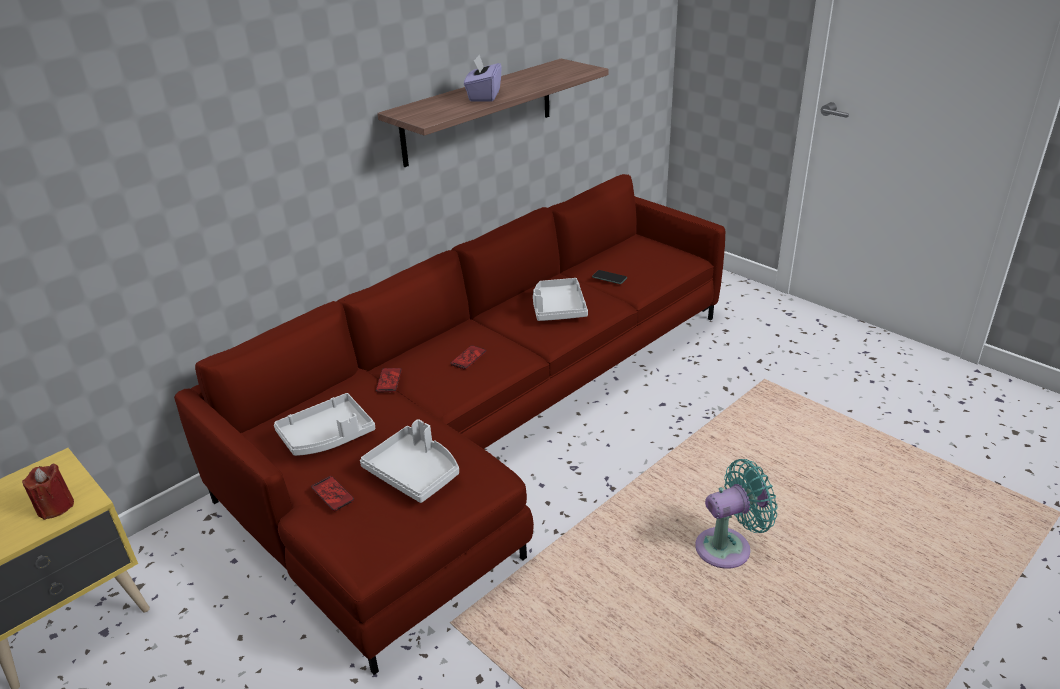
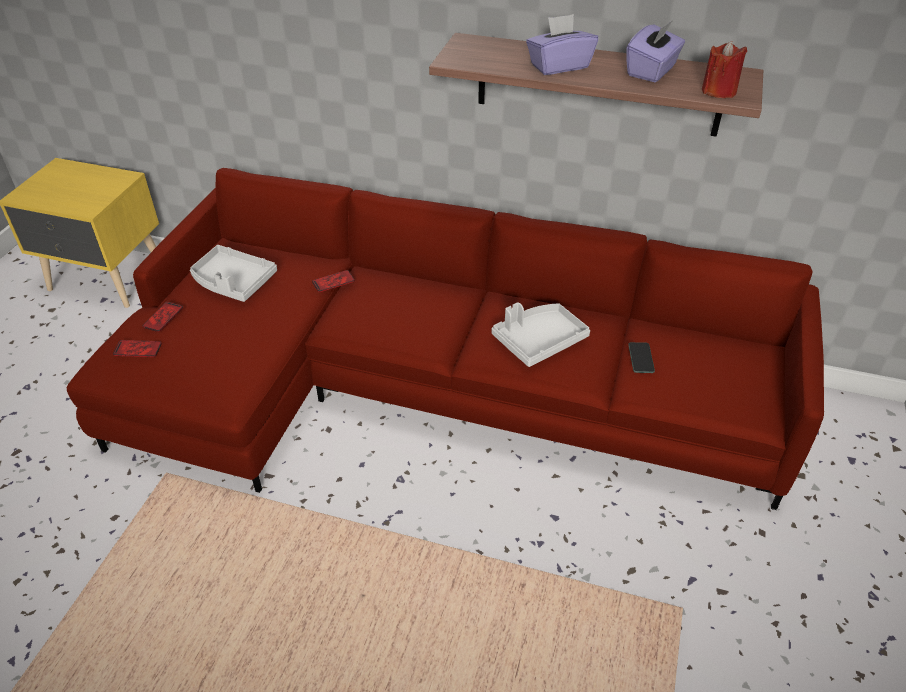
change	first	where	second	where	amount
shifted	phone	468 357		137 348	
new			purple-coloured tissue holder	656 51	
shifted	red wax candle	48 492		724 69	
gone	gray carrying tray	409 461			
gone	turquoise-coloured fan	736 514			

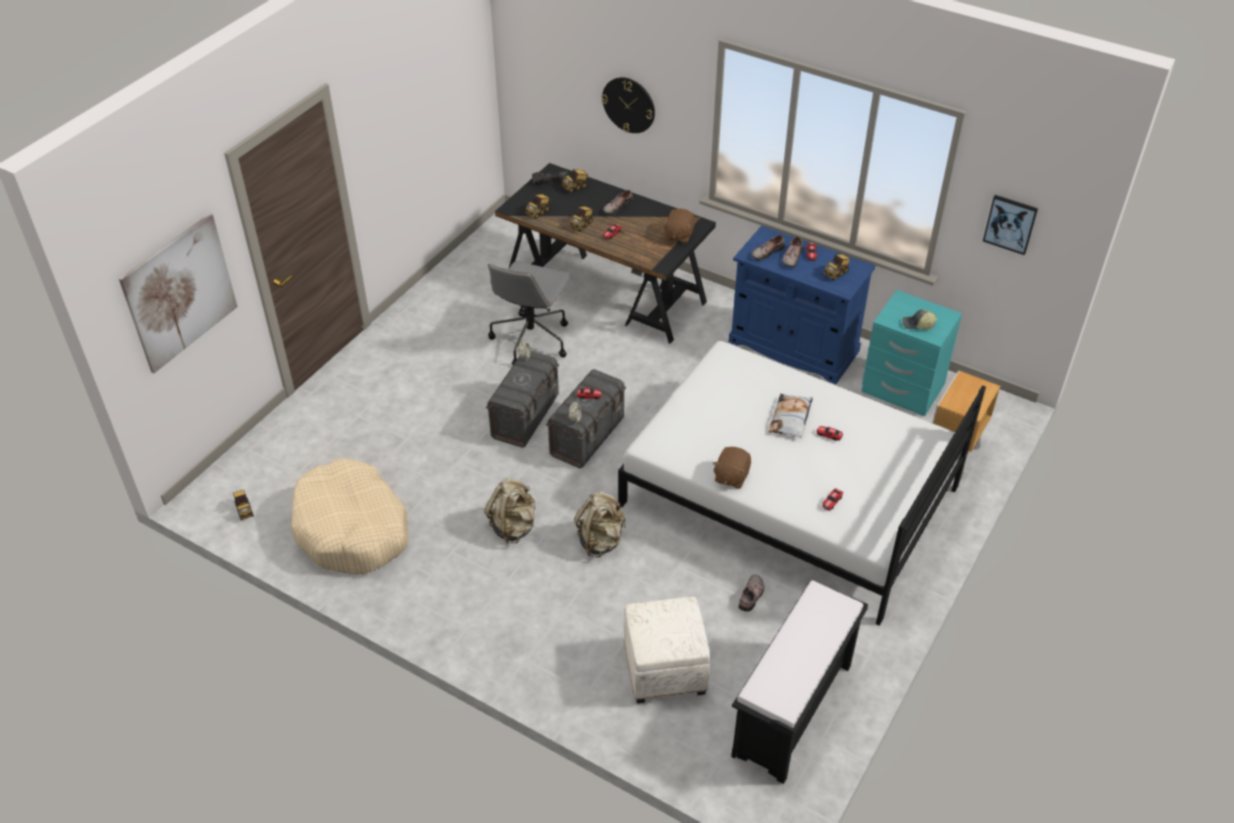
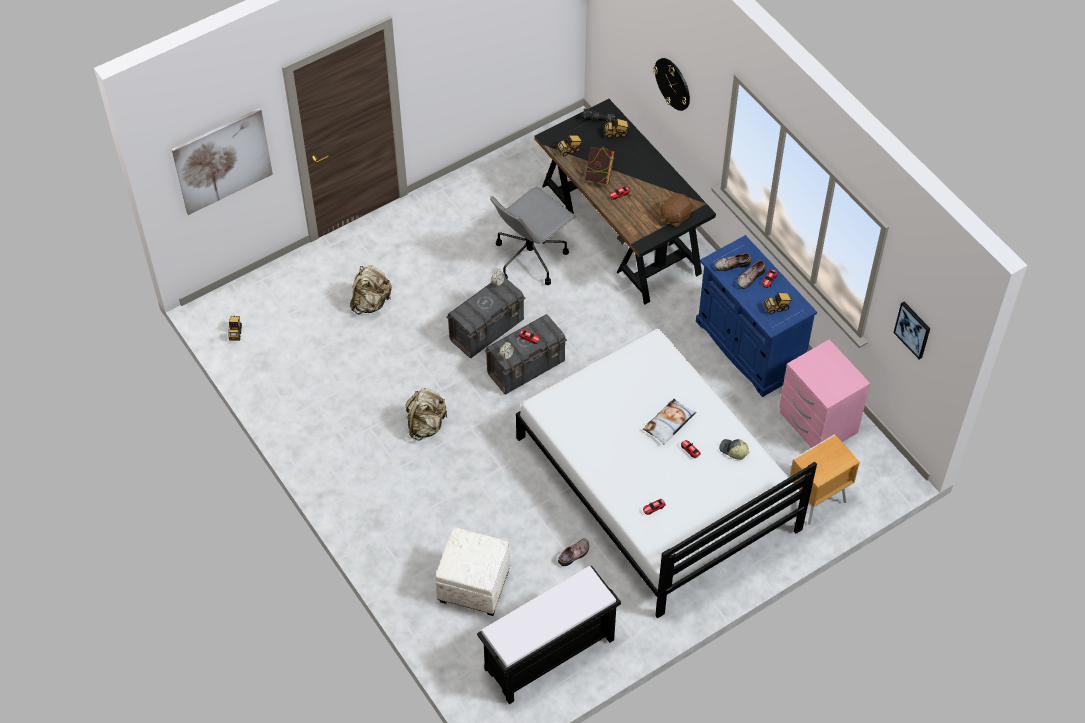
change	first	where	second	where	amount
shifted	beige-coloured backpack	600 524		371 289	
swapped	toy lorry	581 219	volume	600 165	
shifted	peaked cap	919 319		734 449	
repainted	turquoise-coloured nightstand	911 353	pink-coloured nightstand	824 393	
gone	beige-coloured dog cushion	350 516			
gone	item of footwear	618 202			
gone	brown cuddly toy	731 467			

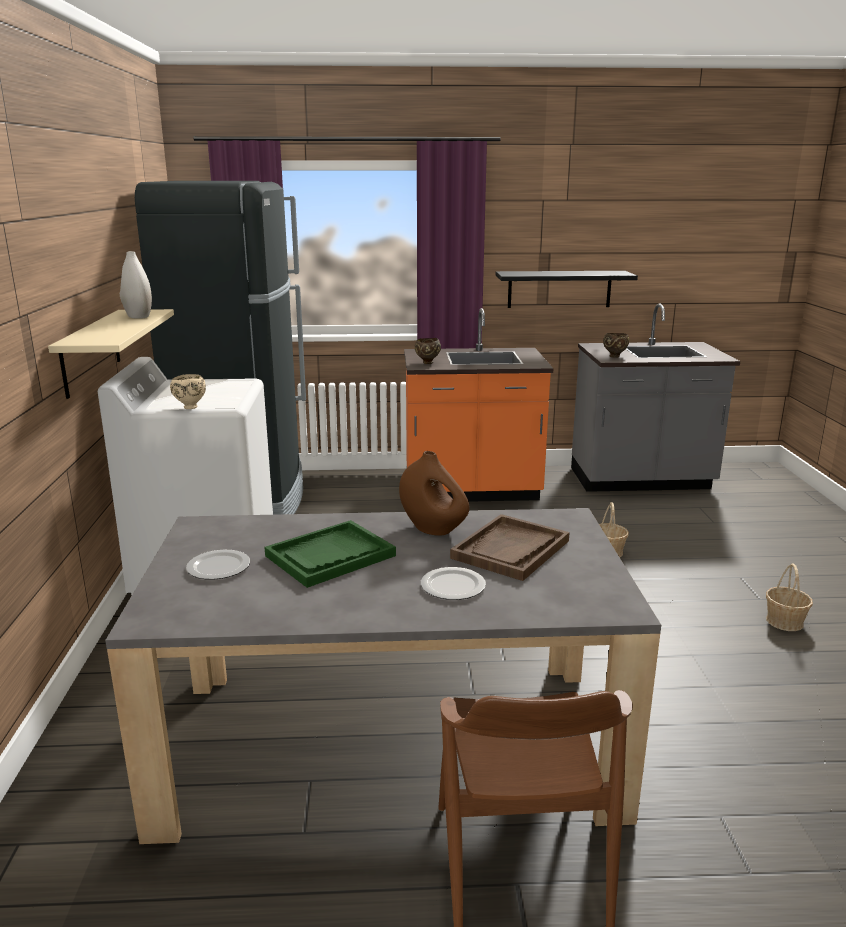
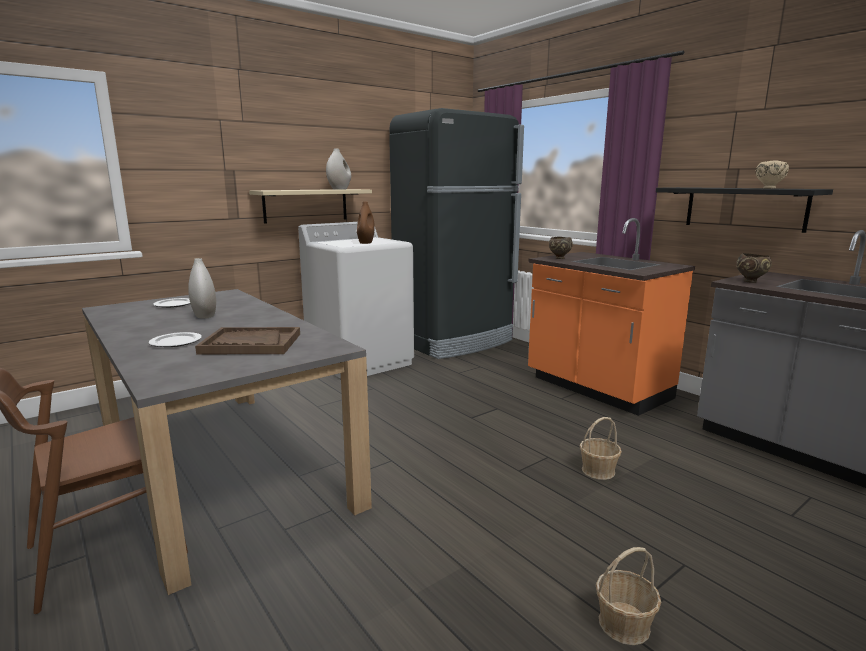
change	first	where	second	where	amount
swapped	green-coloured carrying tray	330 554	white-coloured decorative vase	202 288	
shifted	brown decorative vase	434 493		366 222	
shifted	beige-coloured bowl	188 391		772 174	

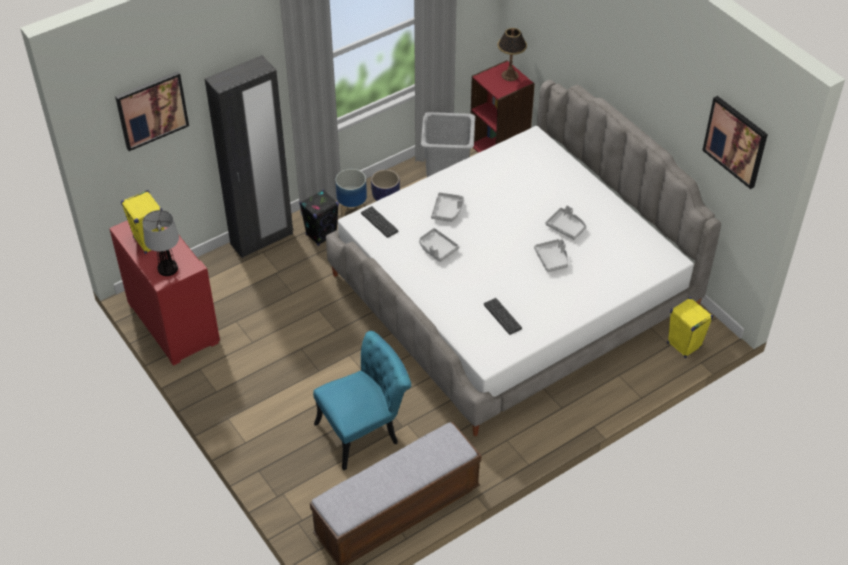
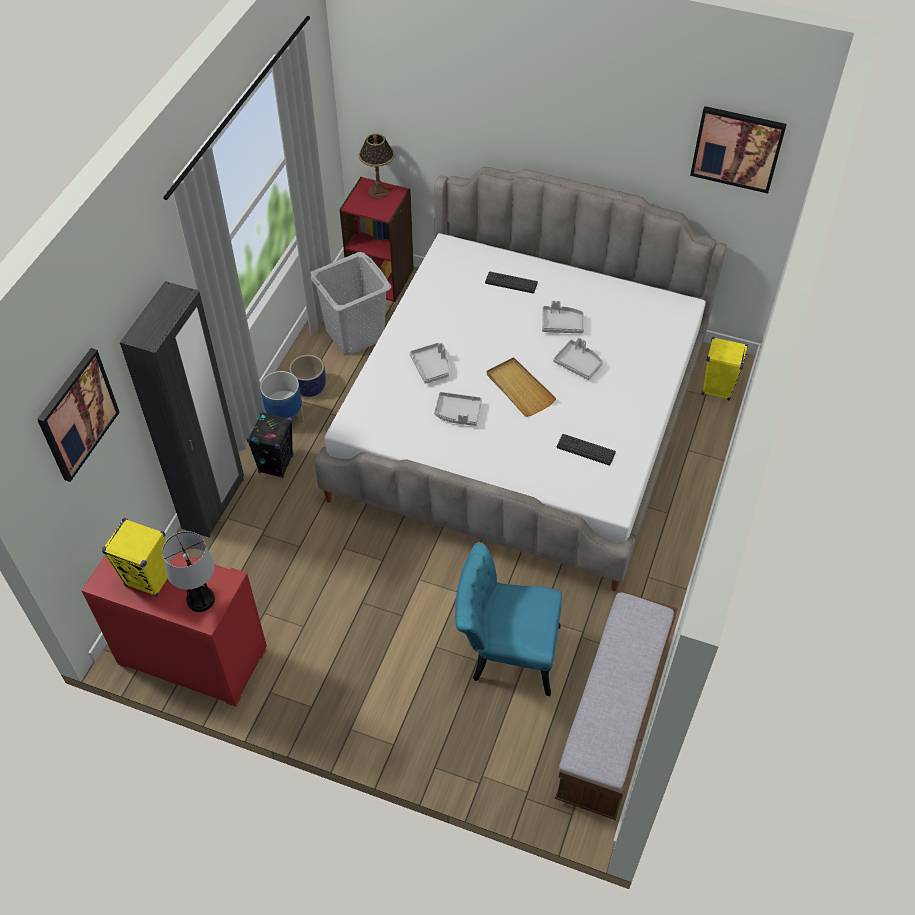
change	first	where	second	where	amount
rotated	turquoise-coloured plain chair	362 400		508 619	105 degrees counterclockwise
shifted	PC keyboard	380 222		511 282	
new			beige-coloured carrying tray	521 387	

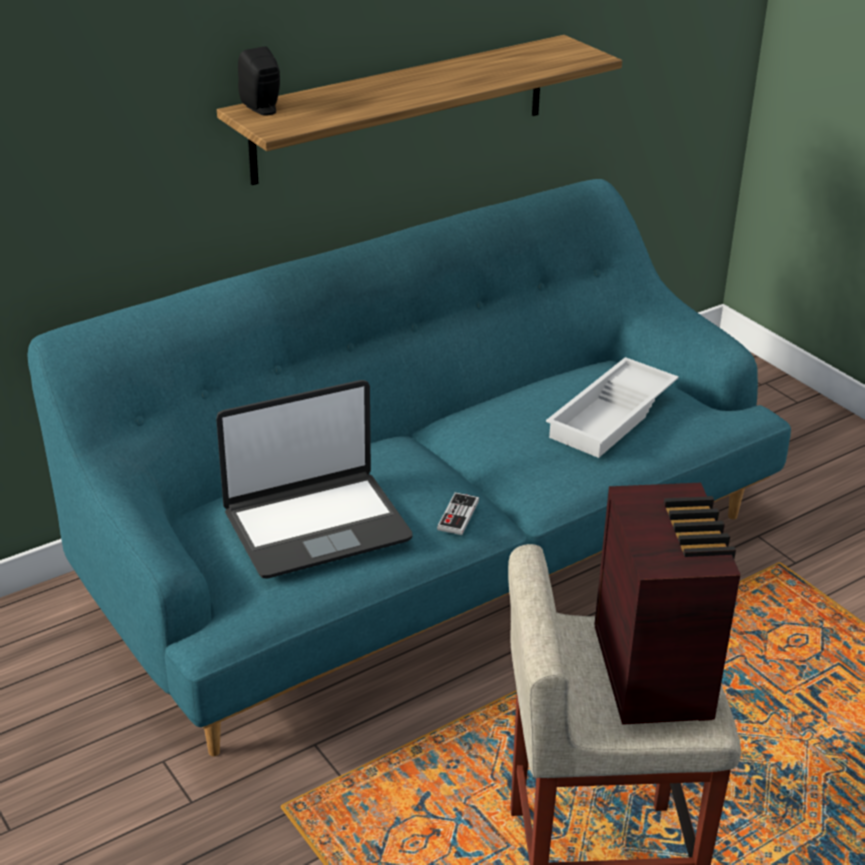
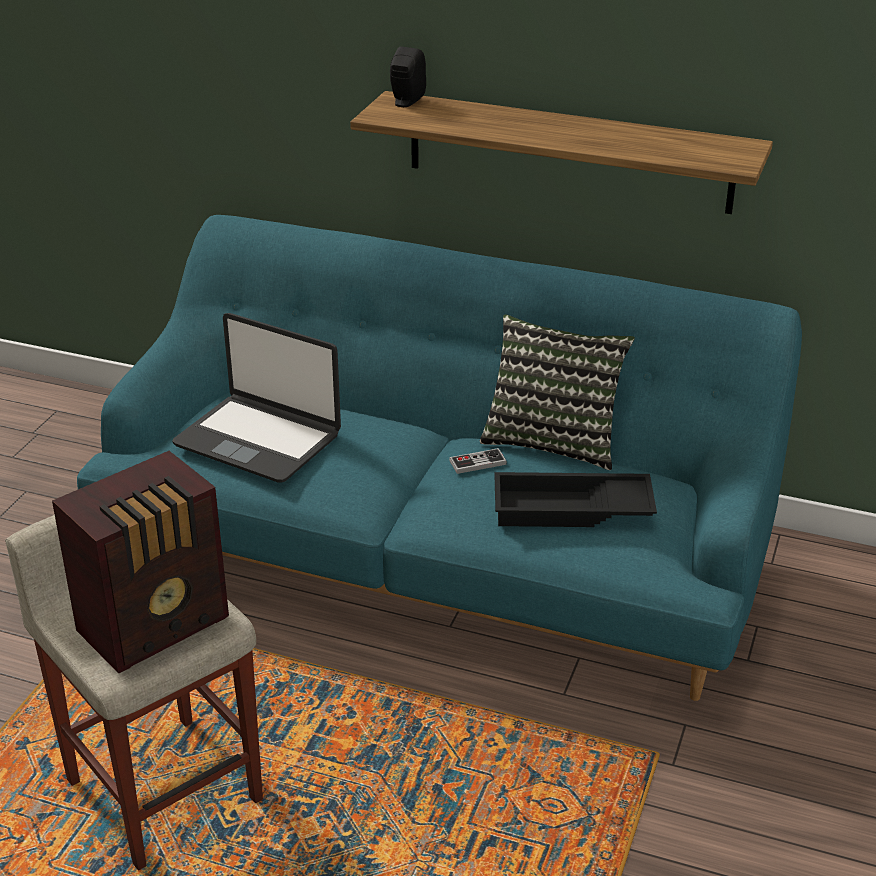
change	first	where	second	where	amount
shifted	gamepad	458 513		478 461	
new			cushion	557 392	
repainted	white-coloured carrying tray	612 407	black carrying tray	575 499	

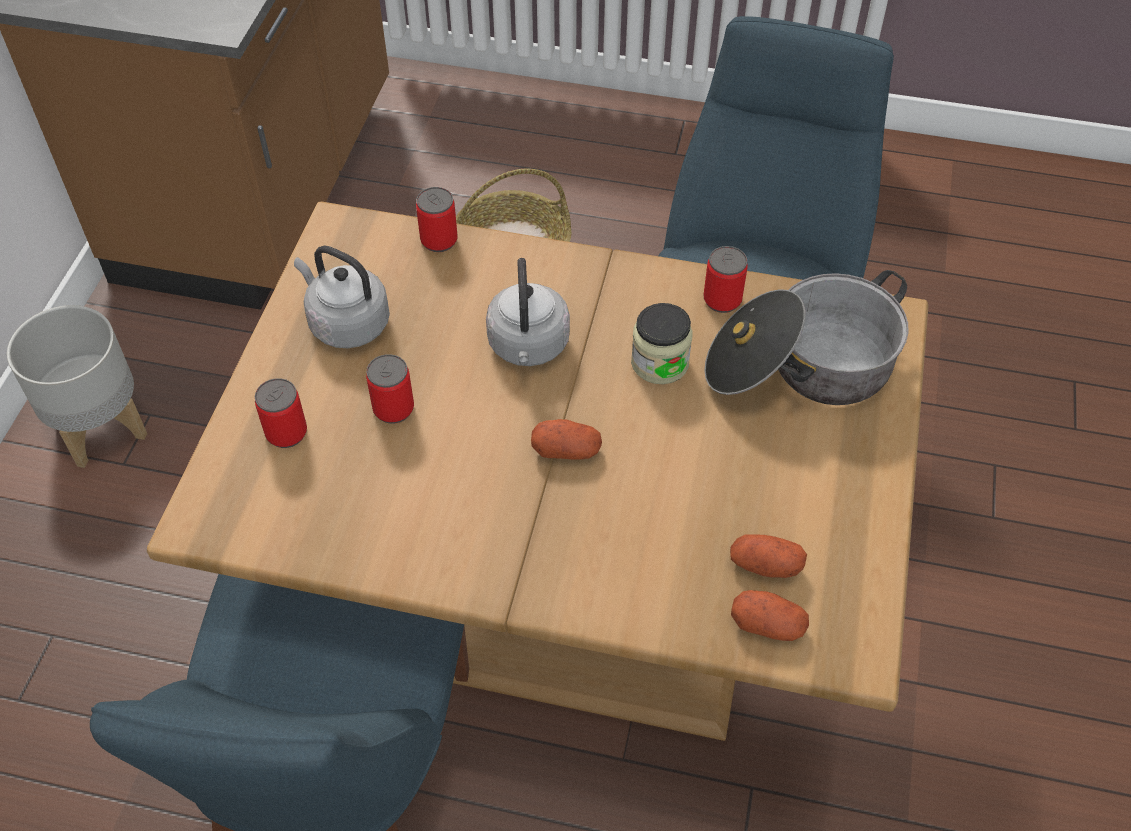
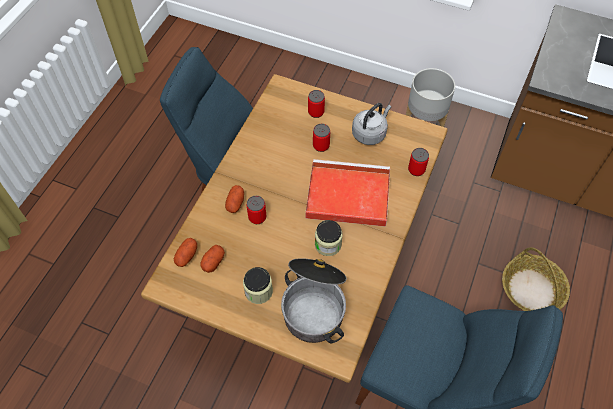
change	first	where	second	where	amount
shifted	potato	566 439		234 199	
new			storage jar	258 285	
shifted	metal can	725 279		256 210	
swapped	gray kettle	528 312	red carrying tray	348 193	

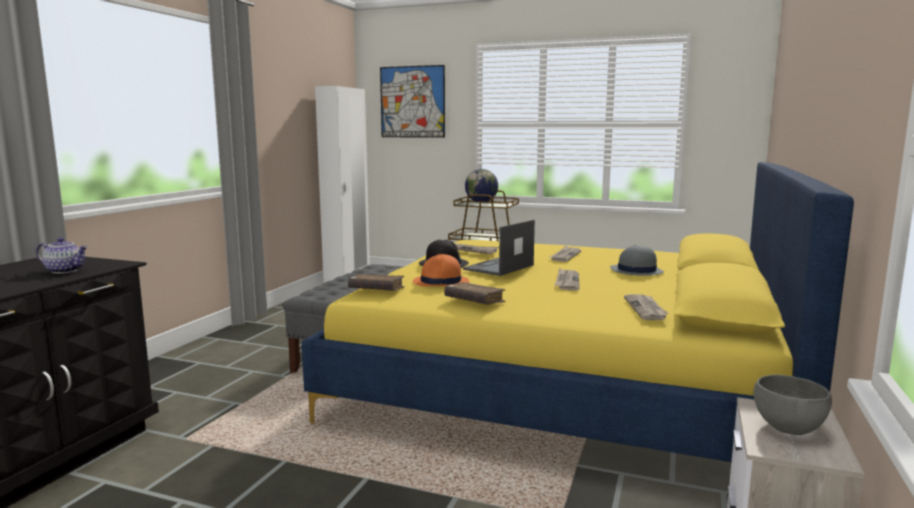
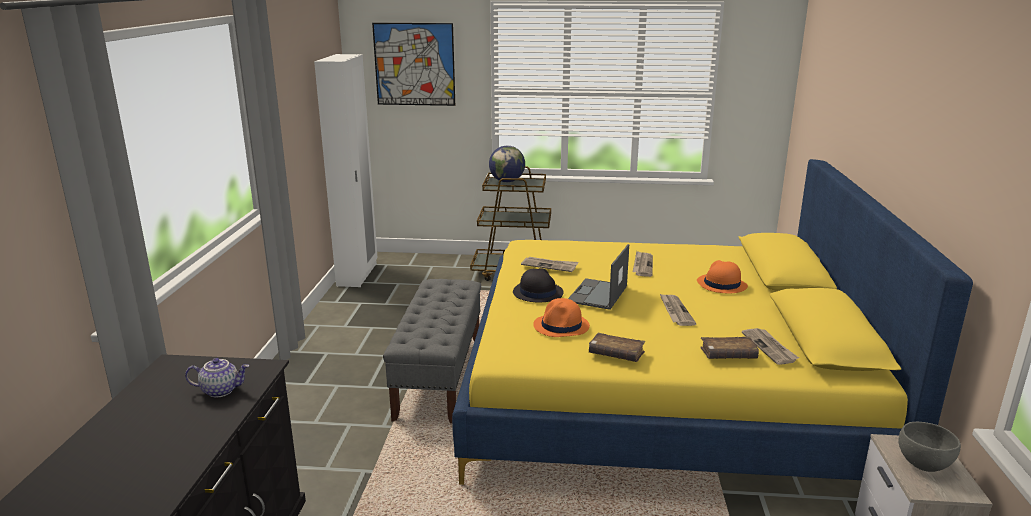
change	first	where	second	where	amount
repainted	gray clothing hat	637 260	orange clothing hat	722 276	
shifted	brown volume	376 282		729 347	

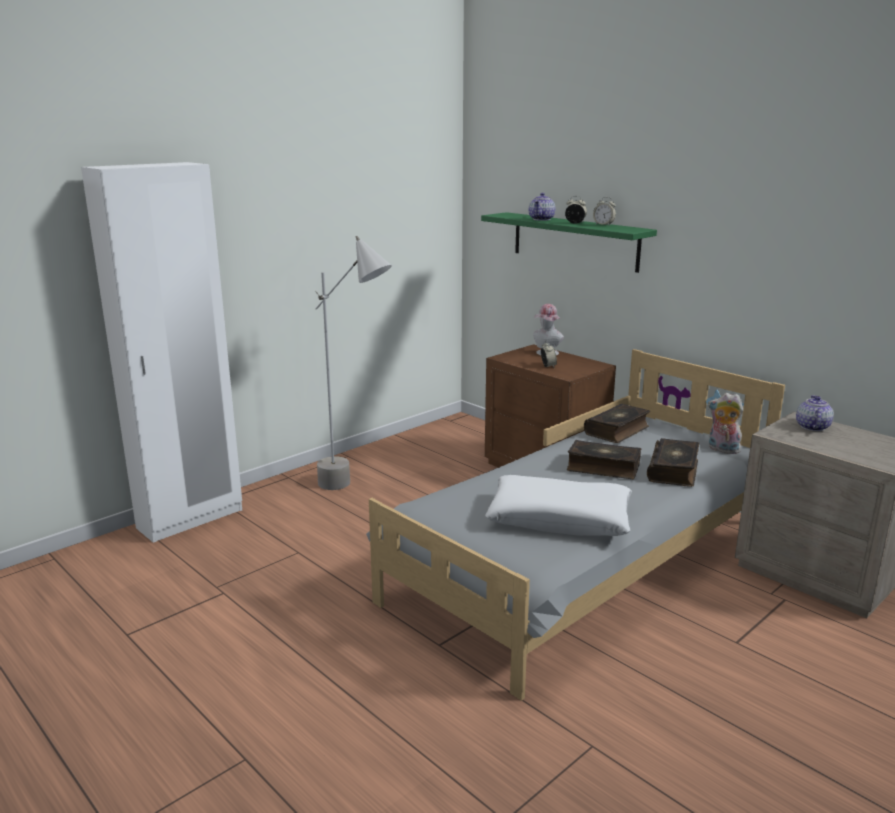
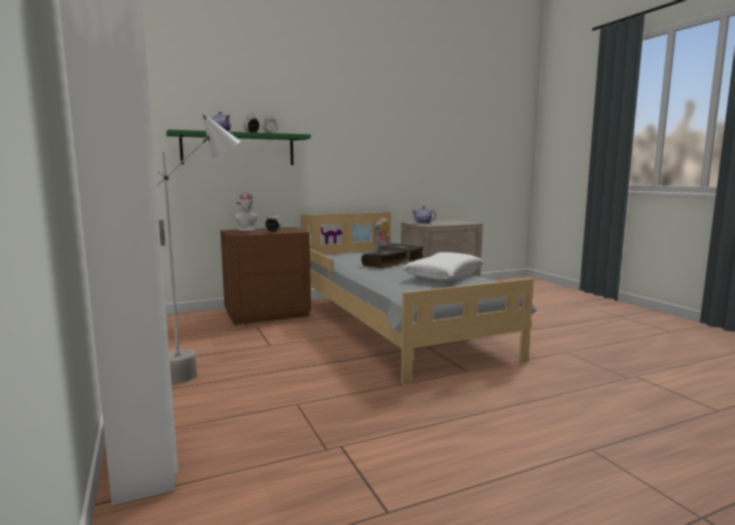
change	first	where	second	where	amount
gone	volume	617 423			

